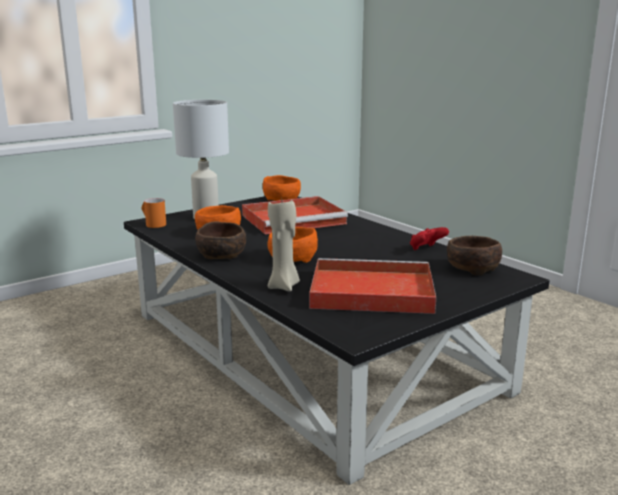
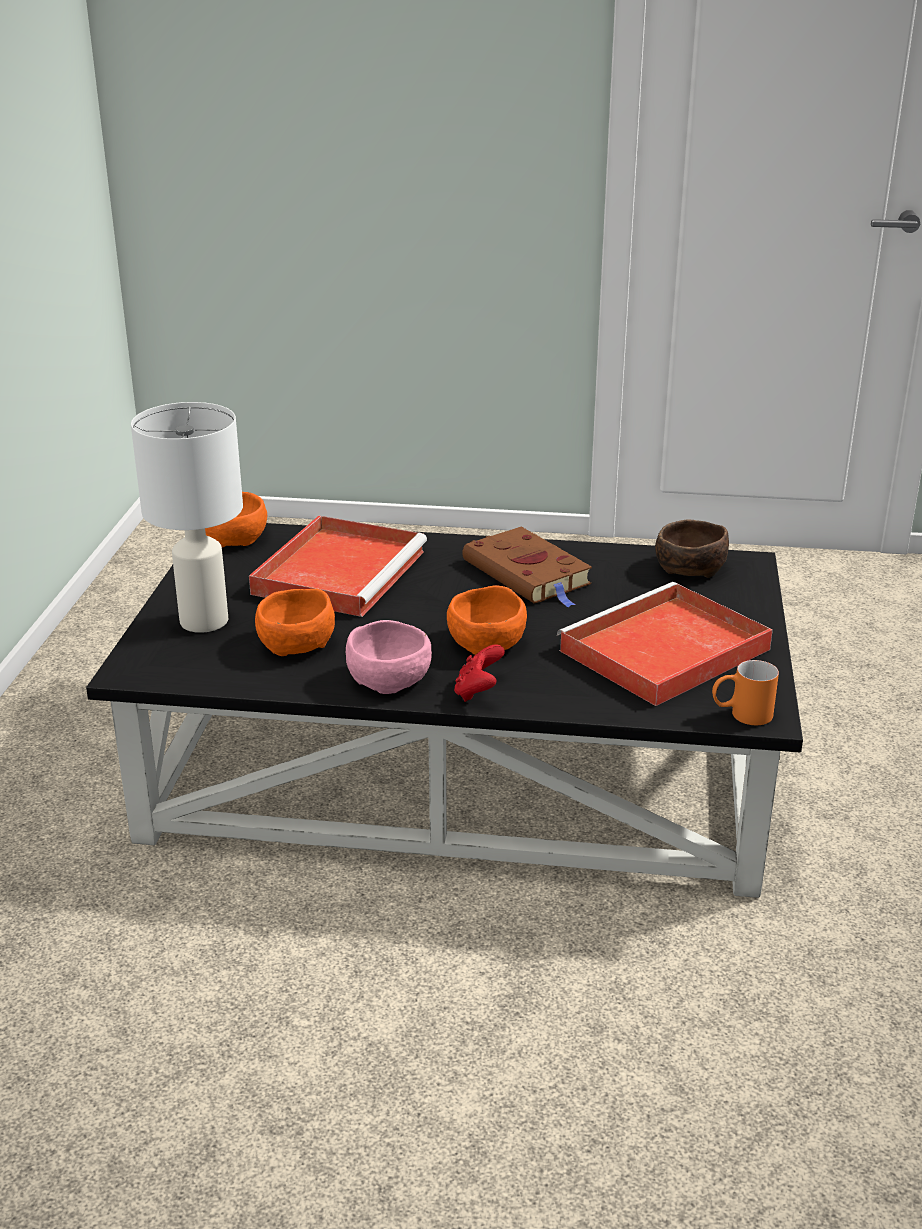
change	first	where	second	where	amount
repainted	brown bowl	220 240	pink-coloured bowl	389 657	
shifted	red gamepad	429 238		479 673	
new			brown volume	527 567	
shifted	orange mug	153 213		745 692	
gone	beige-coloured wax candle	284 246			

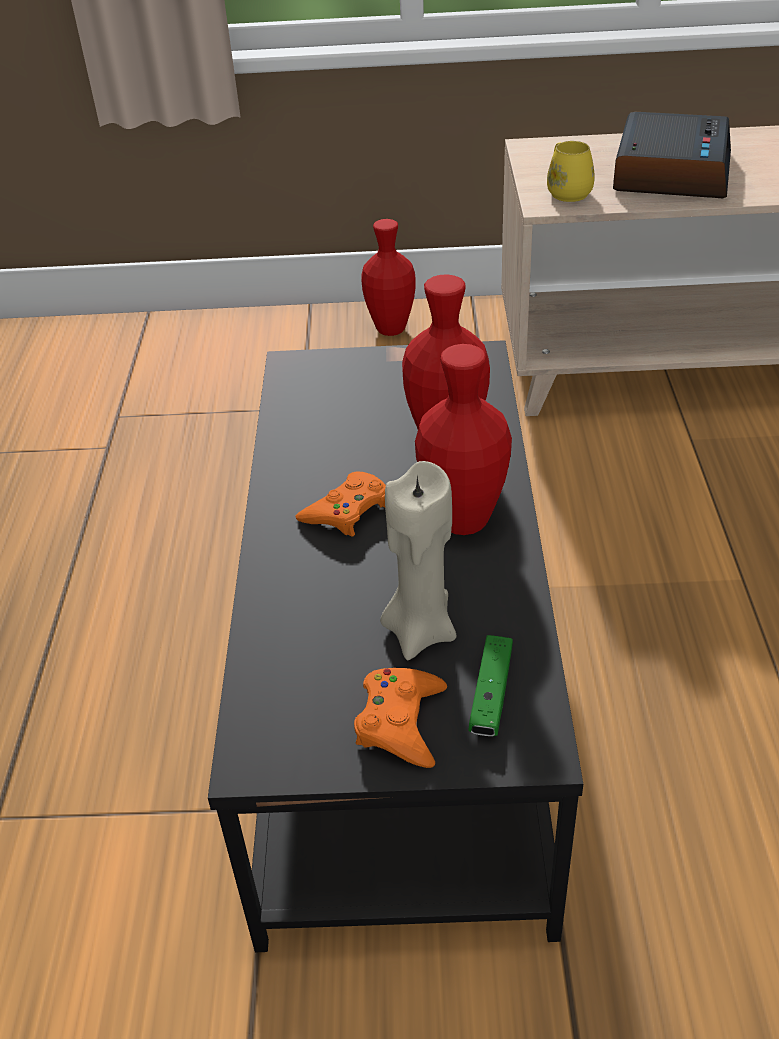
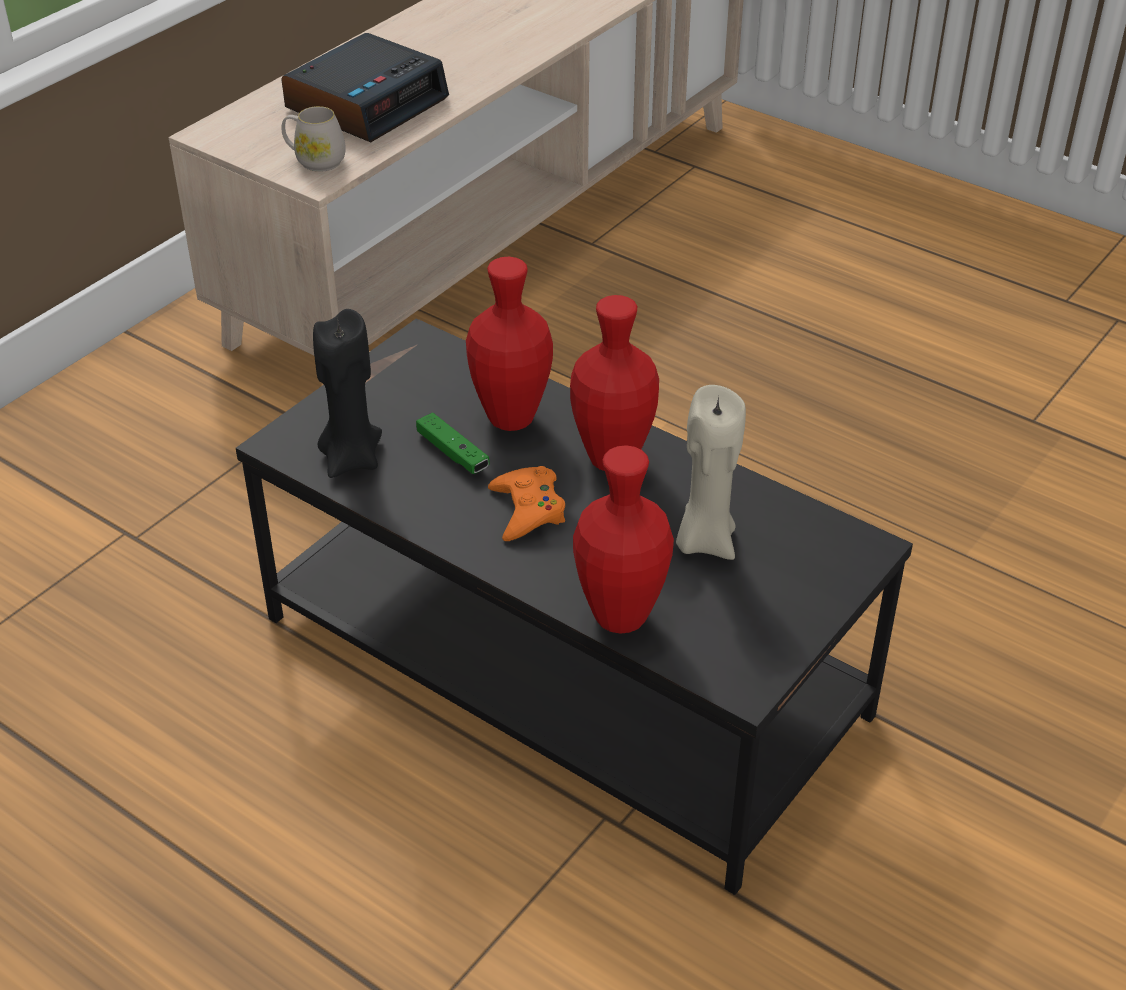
change	first	where	second	where	amount
rotated	table clock	672 155		365 87	75 degrees clockwise
repainted	yellow-coloured mug	571 171	white-coloured mug	313 139	
new			black wax candle	347 393	
shifted	green-coloured gamepad	490 685		453 443	
shifted	red decorative vase	388 277		623 539	
gone	orange gamepad	400 718			

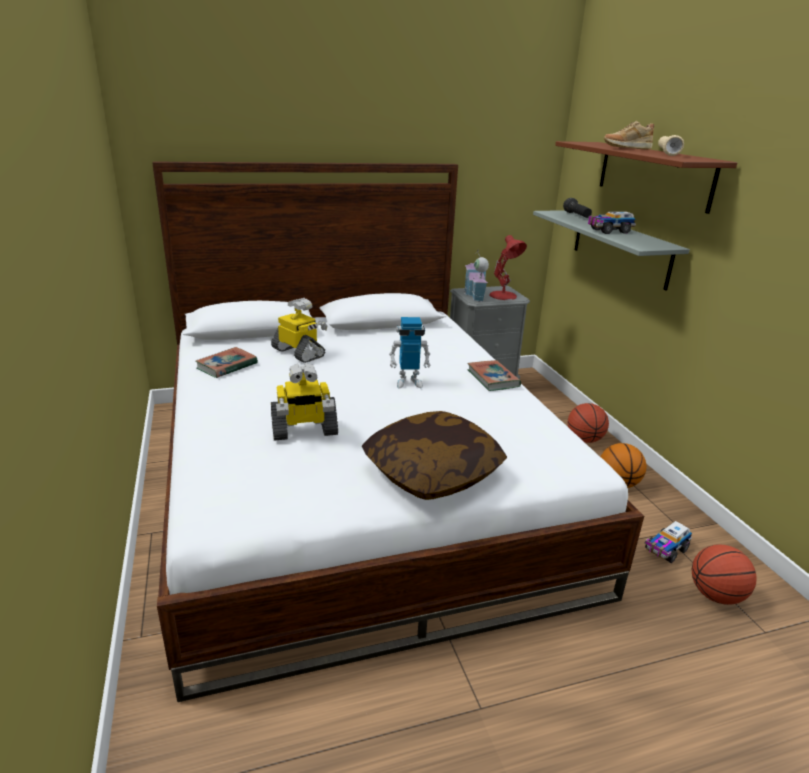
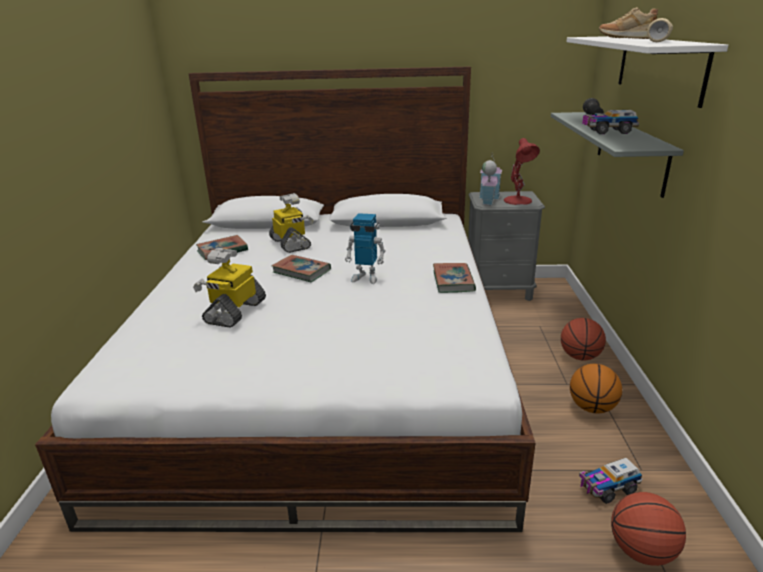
change	first	where	second	where	amount
rotated	model robot	304 402		229 287	105 degrees clockwise
new			volume	301 268	
repainted	brown wall shelf	646 177	white-coloured wall shelf	647 72	
gone	cushion	434 455			

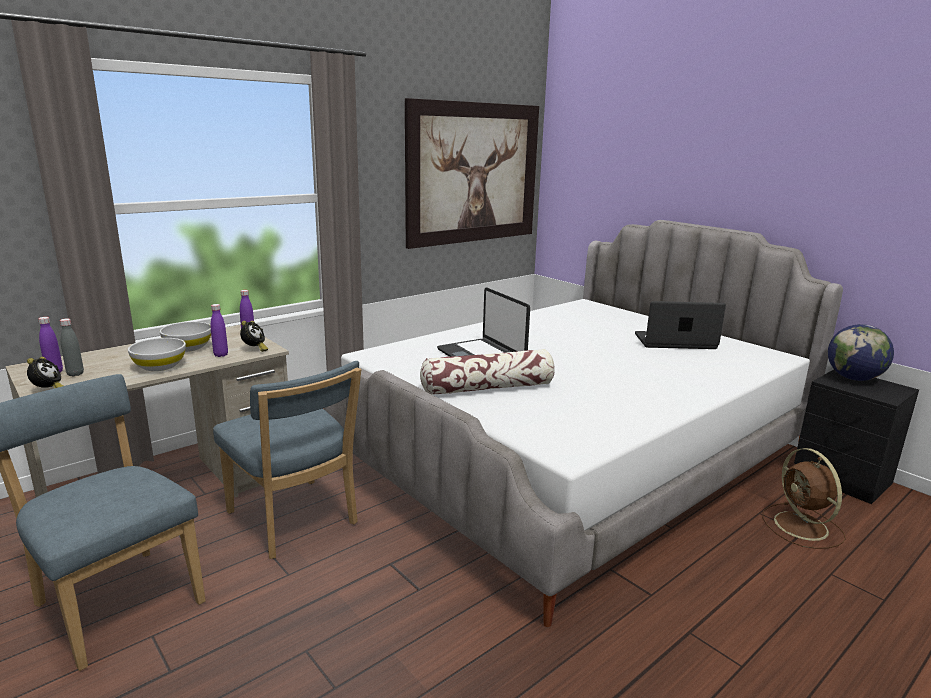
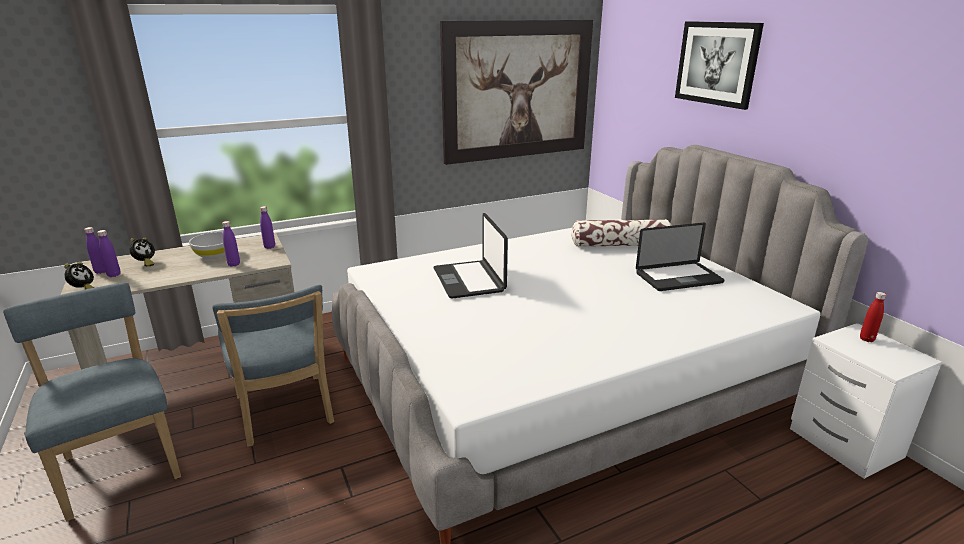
change	first	where	second	where	amount
repainted	gray bottle	72 347	purple-coloured bottle	109 253	
shifted	table clock	254 336		142 252	
shifted	cushion	487 372		621 233	
rotated	laptop	680 325		680 257	150 degrees clockwise
new			wall picture	719 65	
repainted	black nightstand	856 437	white-coloured nightstand	866 401	
swapped	desk globe	861 352	red bottle	873 317	
gone	white-coloured bowl	157 354			
gone	brown fan	804 498			

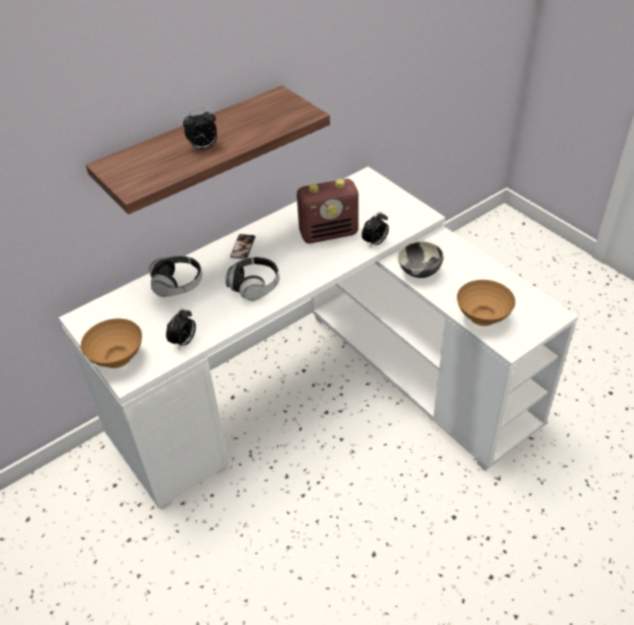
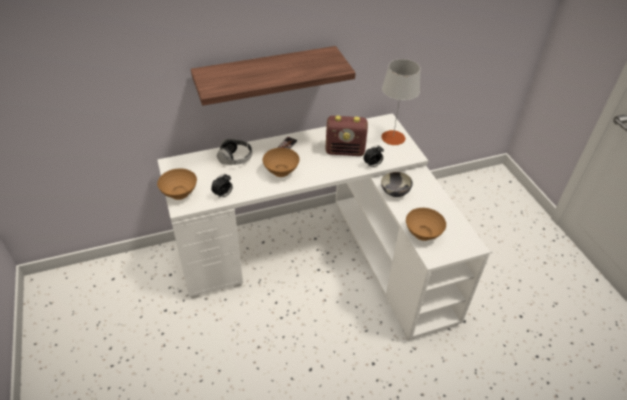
change	first	where	second	where	amount
swapped	pair of headphones	252 279	brown bowl	281 162	
new			gray lamp for a table	400 102	
gone	table clock	200 129			

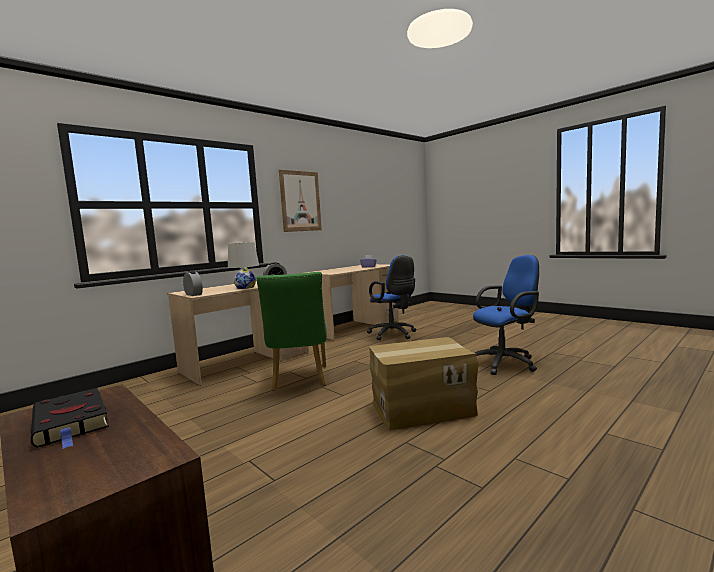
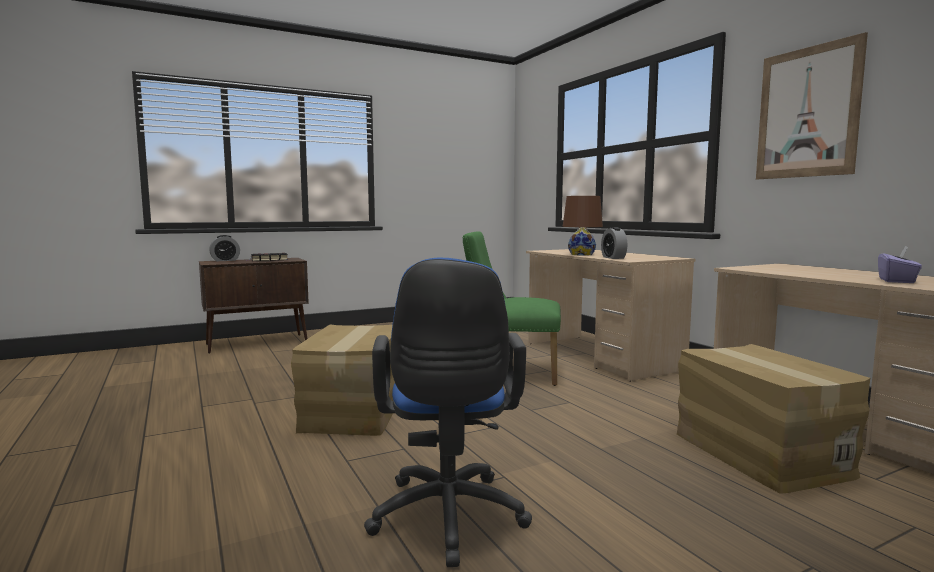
change	first	where	second	where	amount
shifted	table clock	193 283		224 248	
repainted	white-coloured lamp for a table	243 265	brown lamp for a table	583 226	
swapped	bluish computer chair	391 297	carton	773 419	

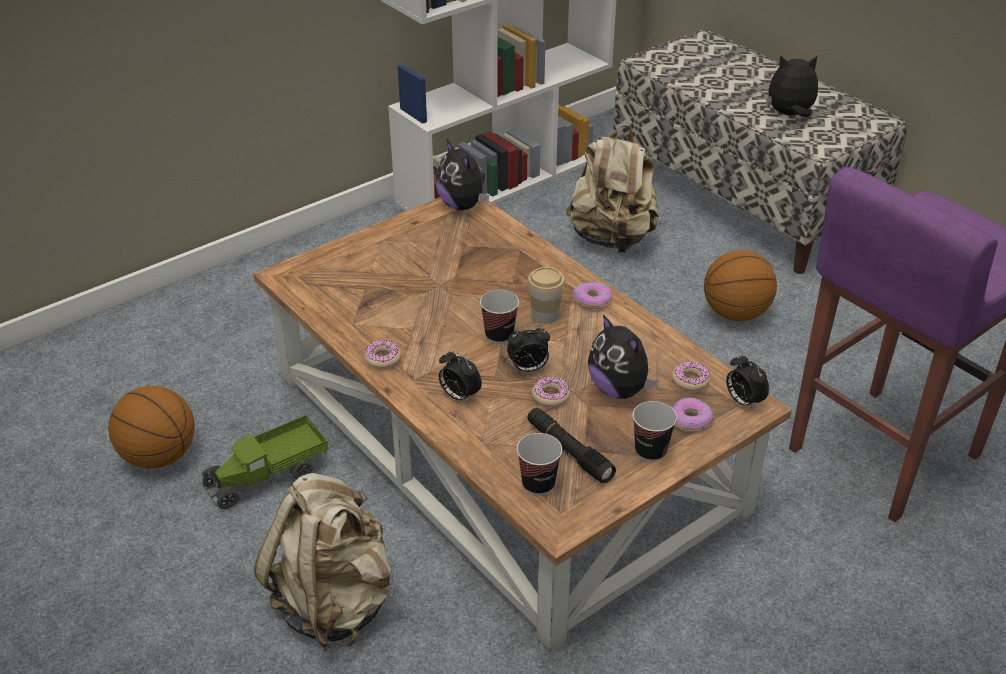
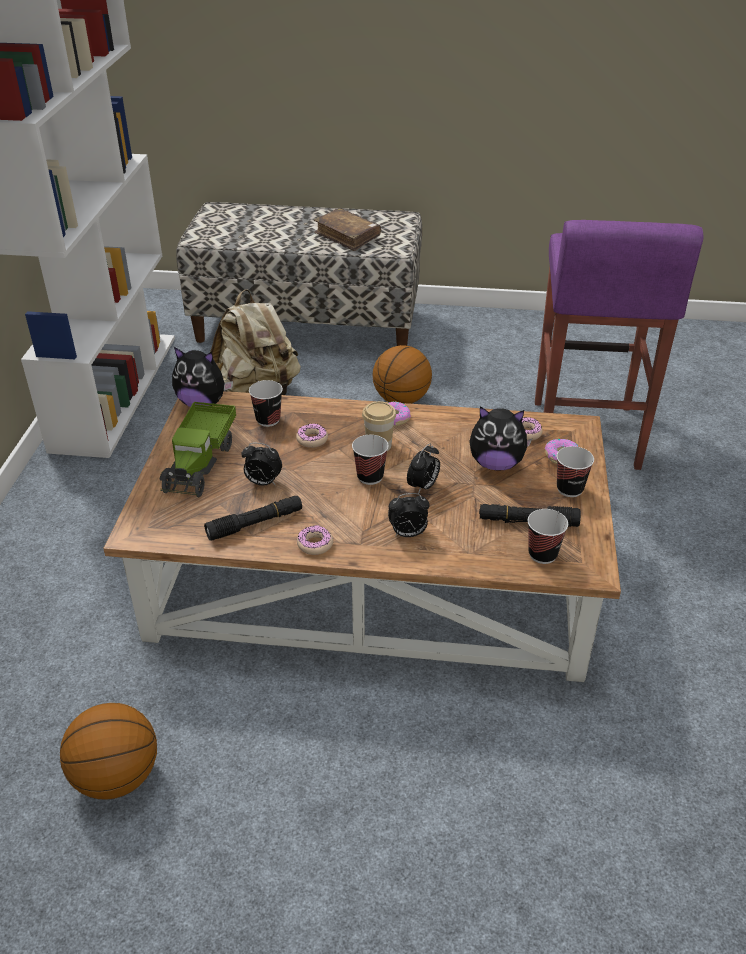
change	first	where	second	where	amount
shifted	toy lorry	265 462		197 449	
new			black torch	253 518	
shifted	table clock	747 382		261 464	
new			drinking cup	266 403	
shifted	ring doughnut	551 392		312 435	
swapped	cuddly toy	792 86	brown volume	347 229	
gone	beige-coloured backpack	322 562			

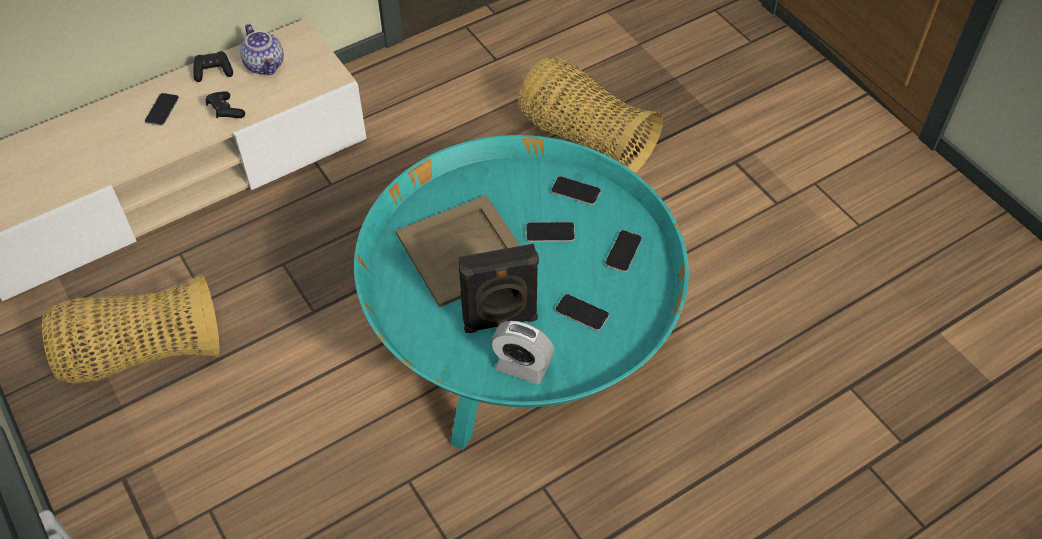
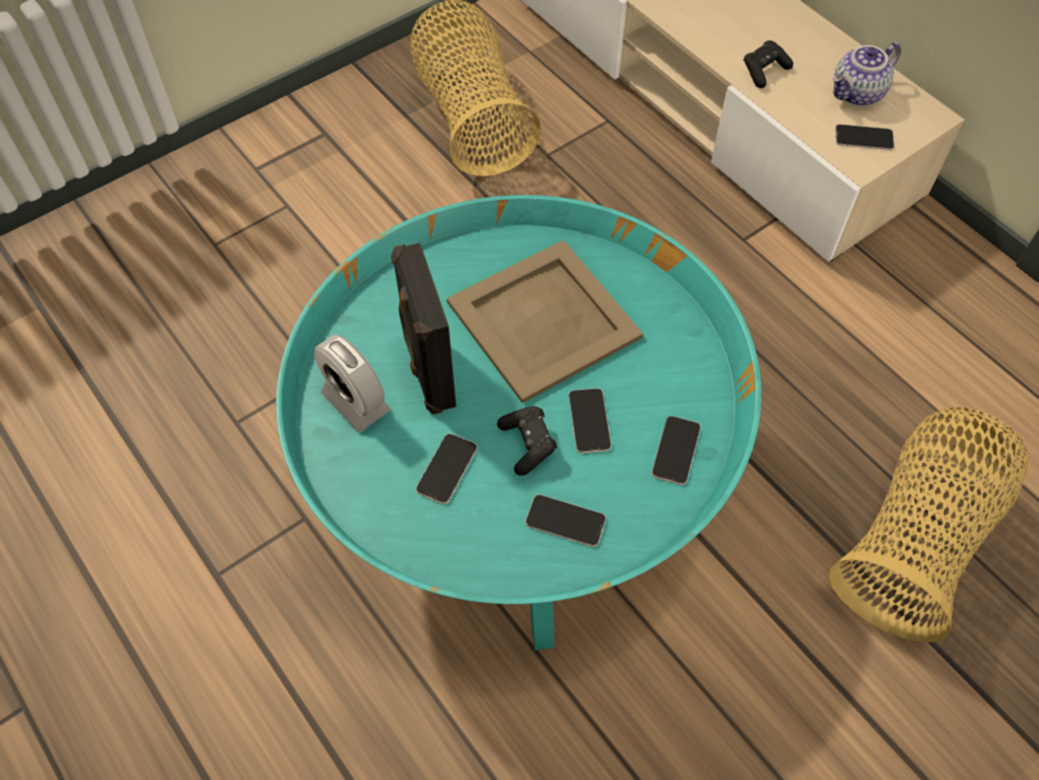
change	first	where	second	where	amount
rotated	table clock	522 353		352 383	60 degrees counterclockwise
shifted	black gamepad	213 66		527 440	
shifted	phone	162 109		864 137	

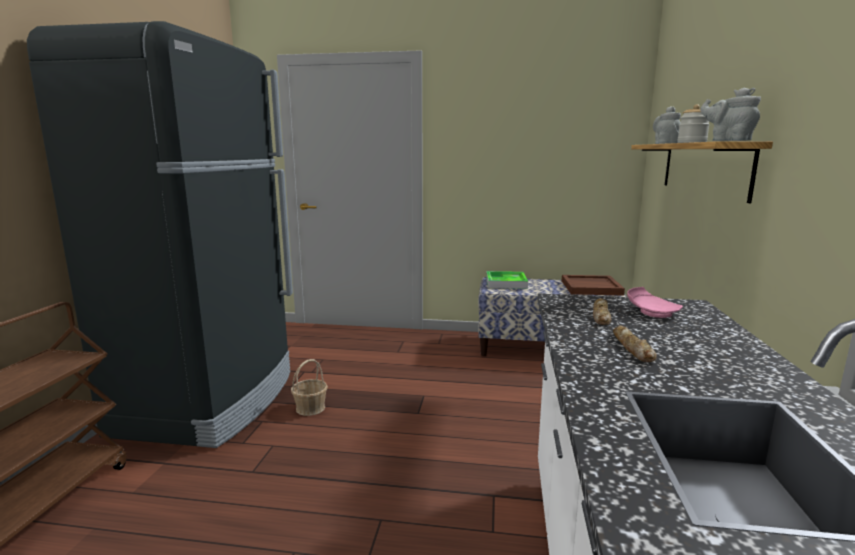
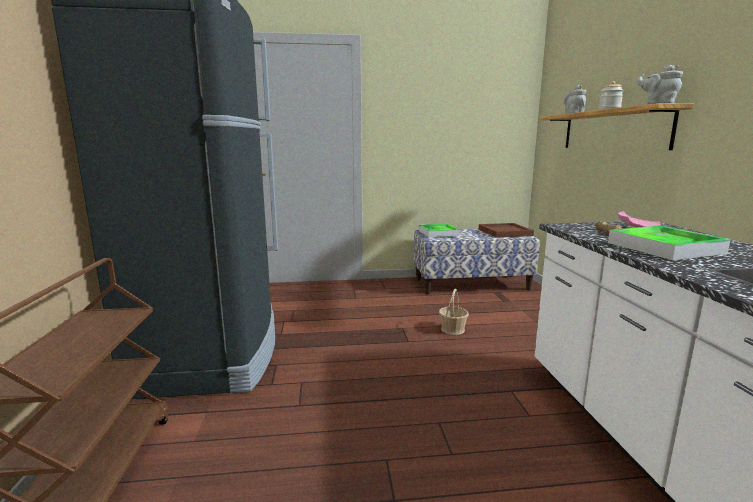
change	first	where	second	where	amount
shifted	basket	309 387		454 312	
swapped	bakery bread	635 343	carrying tray	669 243	

